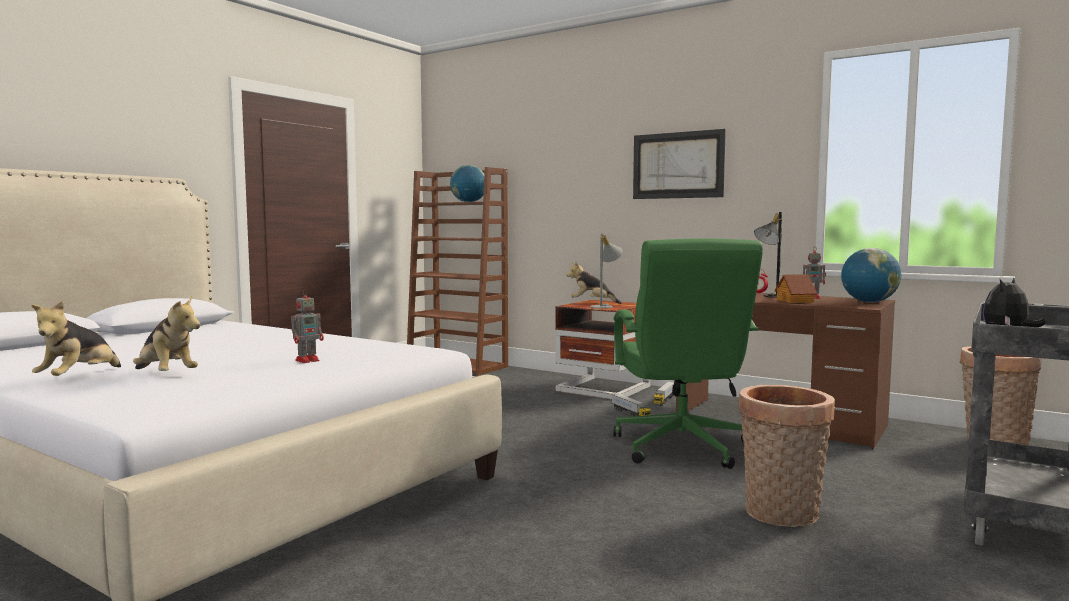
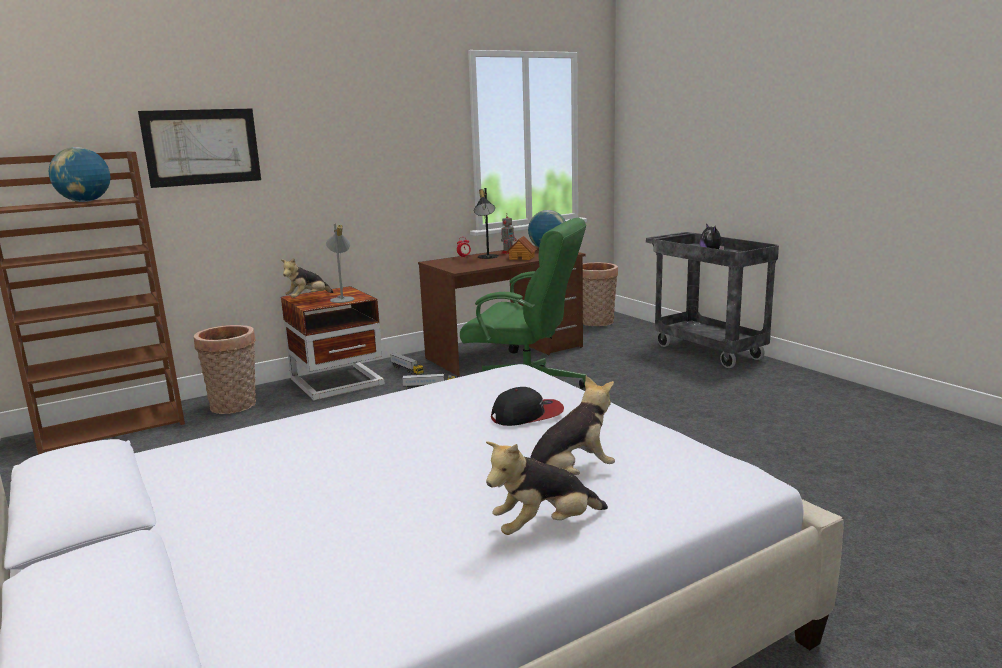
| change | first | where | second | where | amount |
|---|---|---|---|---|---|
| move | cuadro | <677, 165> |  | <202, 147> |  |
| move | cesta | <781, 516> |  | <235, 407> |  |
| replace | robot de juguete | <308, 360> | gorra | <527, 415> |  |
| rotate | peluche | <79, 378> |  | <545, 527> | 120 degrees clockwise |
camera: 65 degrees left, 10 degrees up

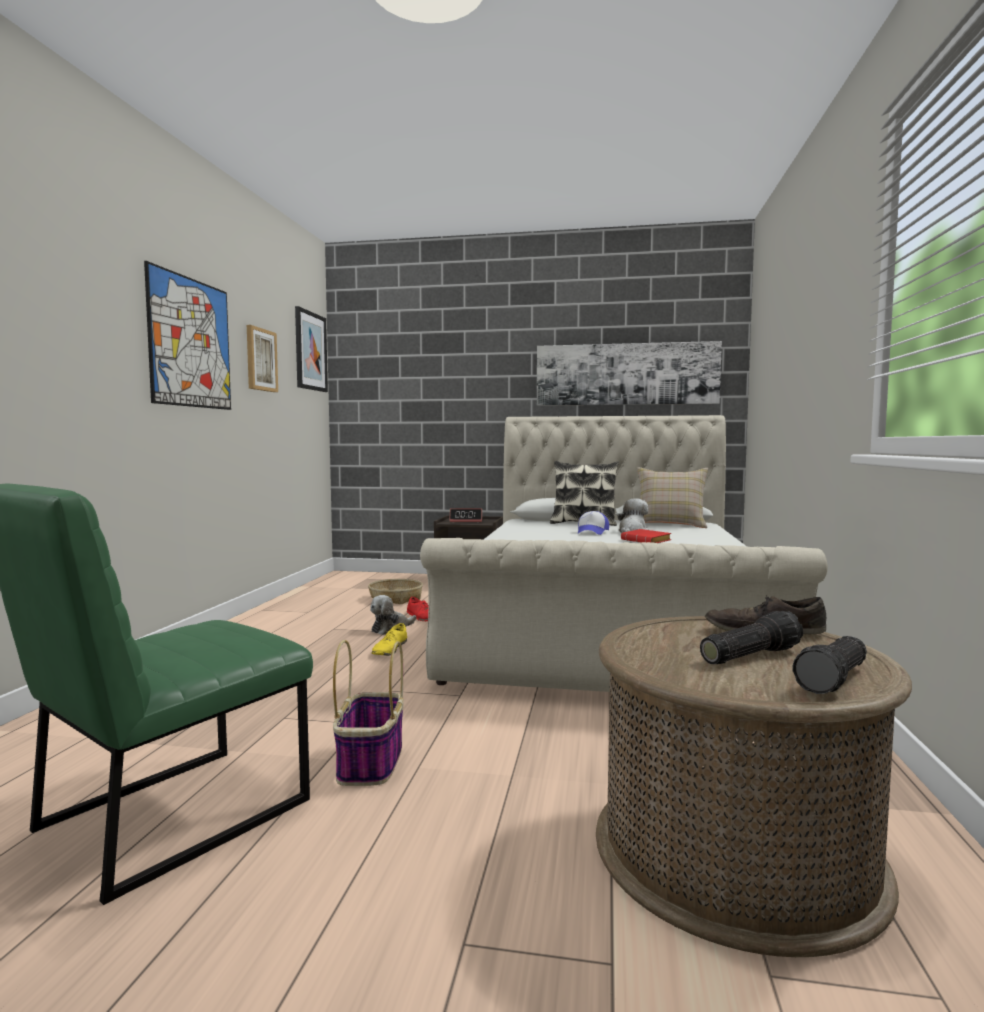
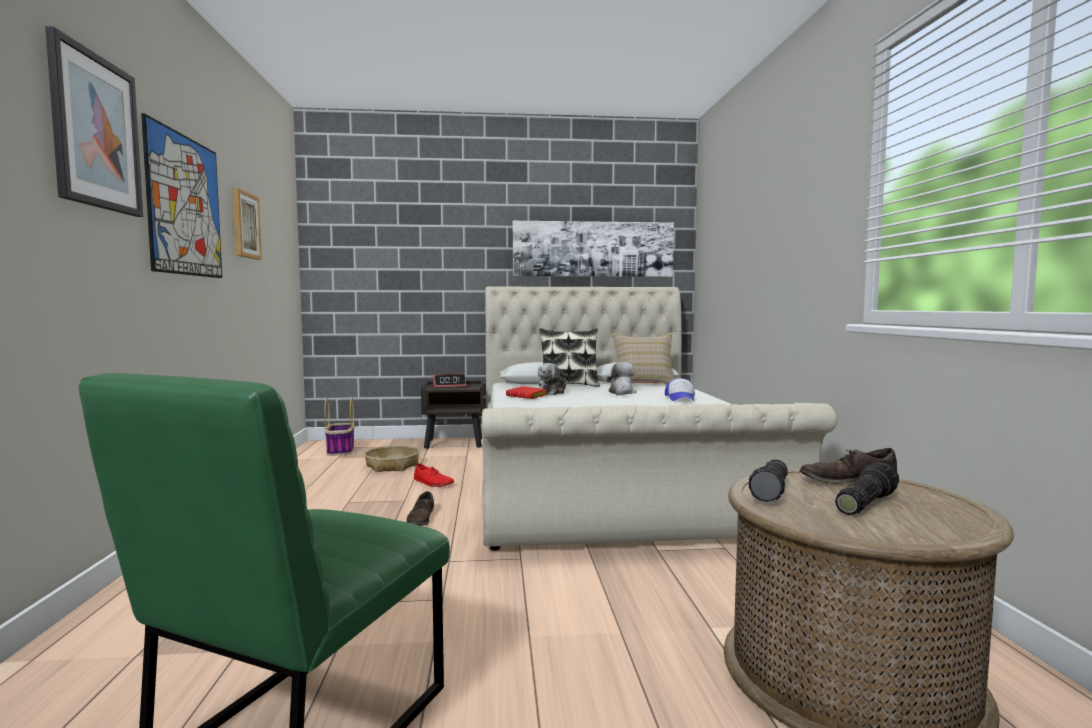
| change | first | where | second | where | amount |
|---|---|---|---|---|---|
| move | cuadro | <310, 351> |  | <95, 132> |  |
| move | cesta | <370, 763> |  | <340, 450> |  |
| move | peluche | <391, 629> |  | <553, 392> |  |
| move | gorra | <592, 532> |  | <681, 398> |  |
| move | libro (rojo) | <647, 541> |  | <528, 396> |  |
| move | linterna | <835, 680> |  | <772, 491> |  |
| recolor | zapato (amarillo) | <390, 649> | zapato (marrón) | <421, 519> |  |
camera: 15 degrees left, 0 degrees up

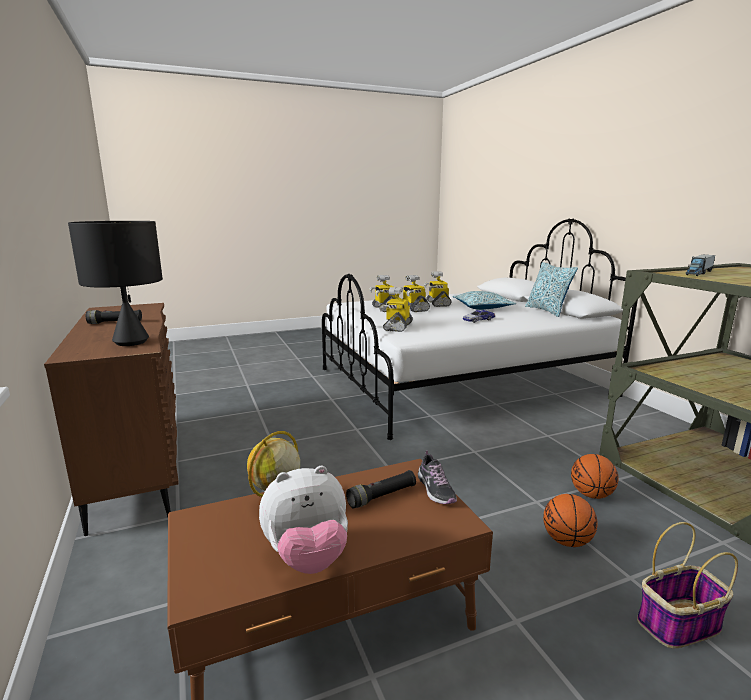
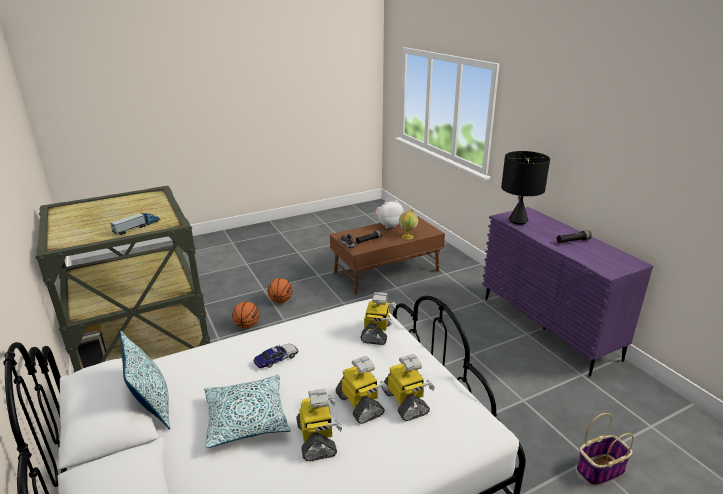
| change | first | where | second | where | amount |
|---|---|---|---|---|---|
| move | cesta | <678, 625> |  | <600, 469> |  |
| recolor | cómoda (marrón) | <139, 466> | cómoda (morado) | <547, 328> |  |
camera: 175 degrees right, 10 degrees up

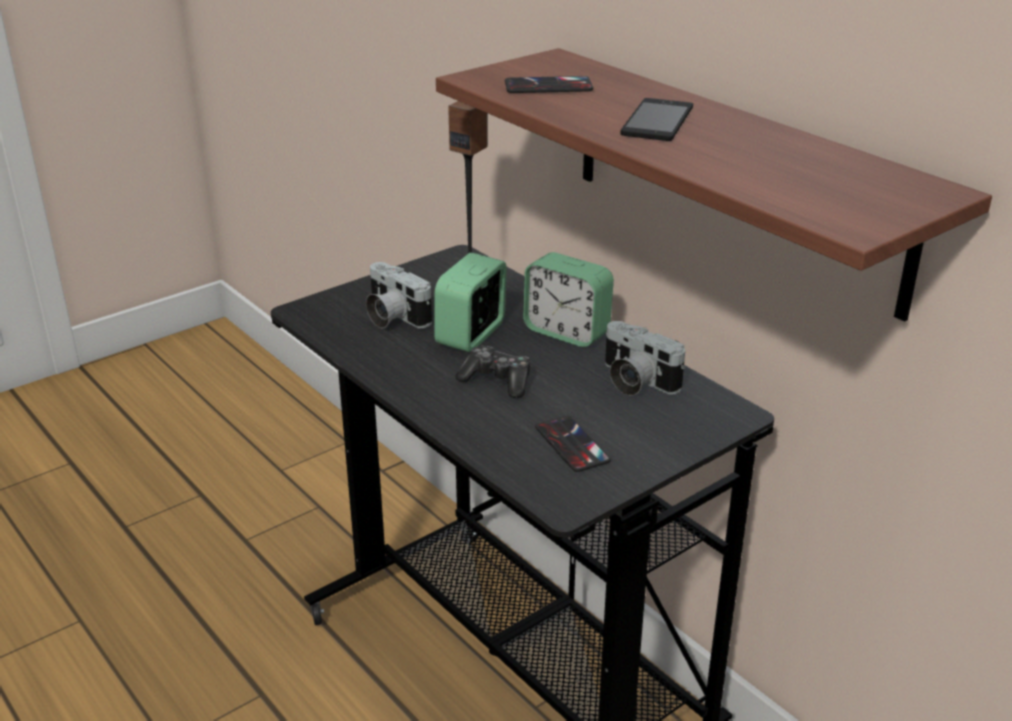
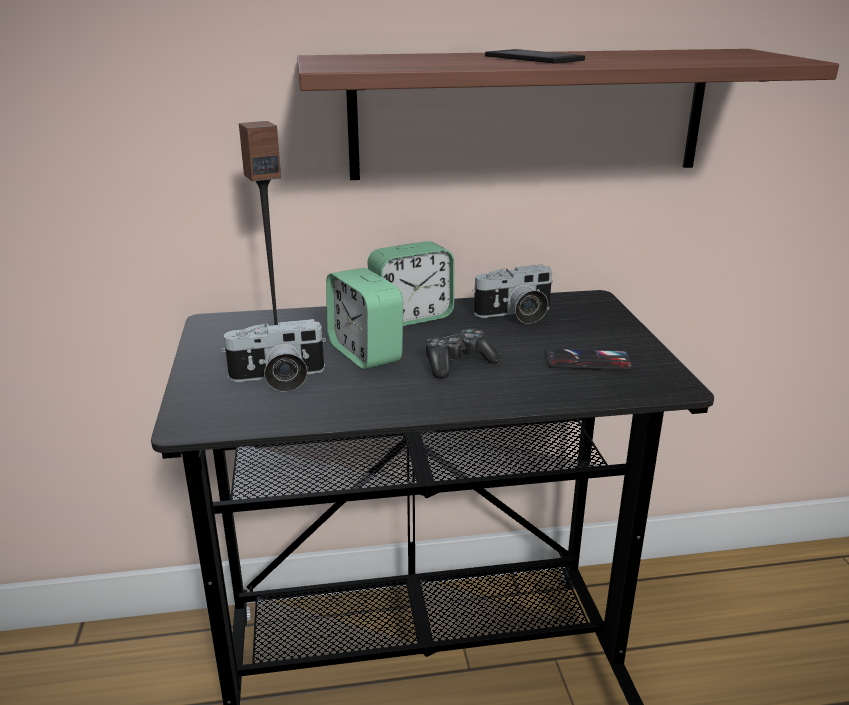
| change | first | where | second | where | amount |
|---|---|---|---|---|---|
| delete | móvil | <548, 86> |  |  |  |
camera: 60 degrees left, 5 degrees down

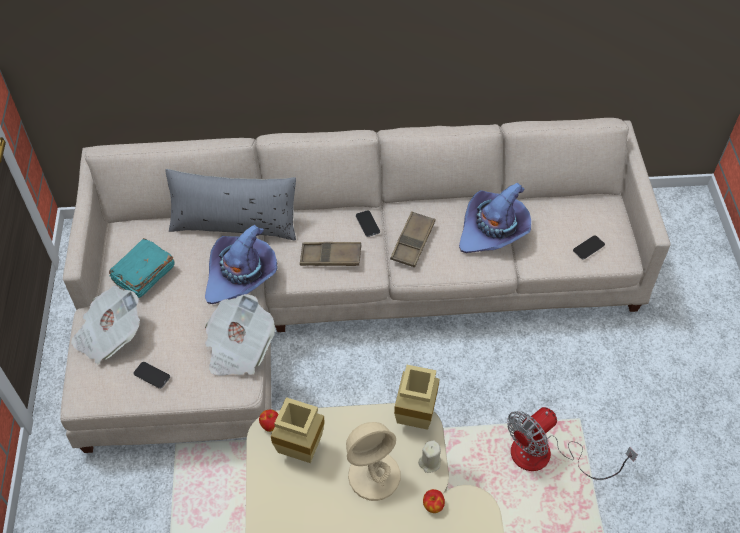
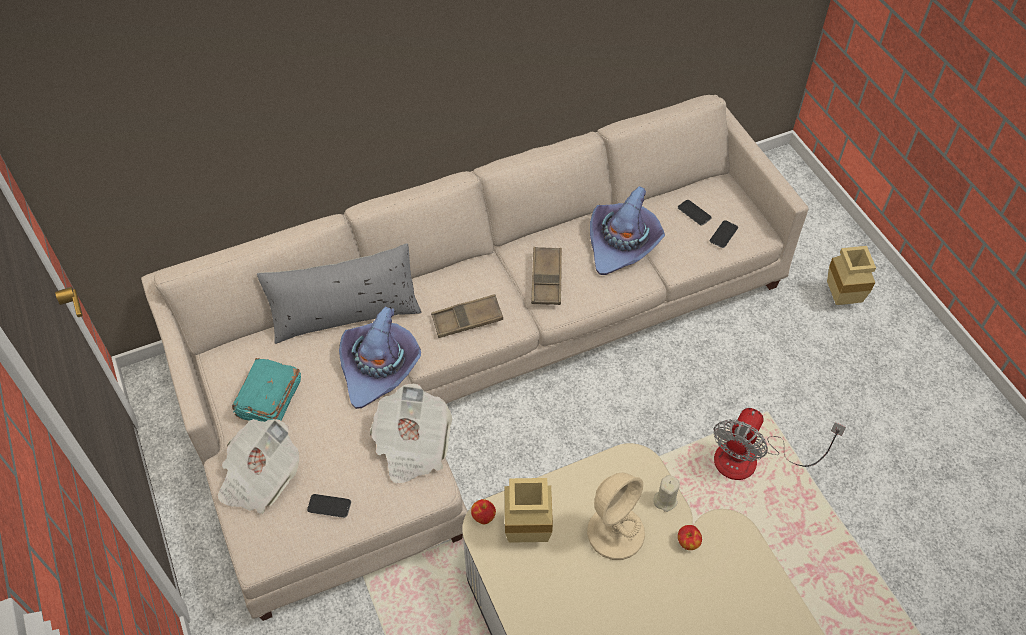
| change | first | where | second | where | amount |
|---|---|---|---|---|---|
| move | móvil | <367, 224> |  | <694, 213> |  |
| move | florero (beis) | <416, 420> |  | <843, 300> |  |
camera: 20 degrees left, 0 degrees up

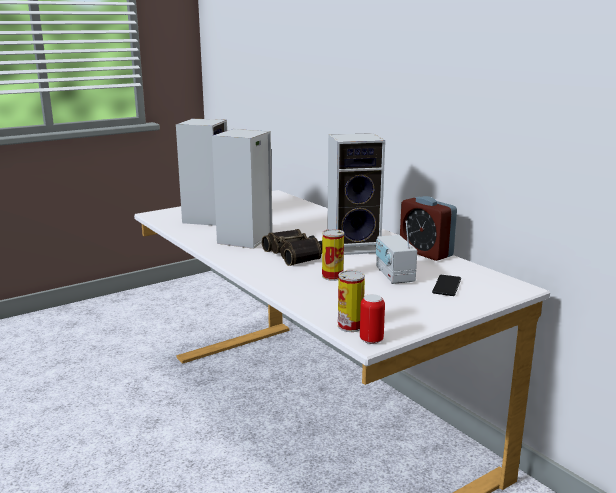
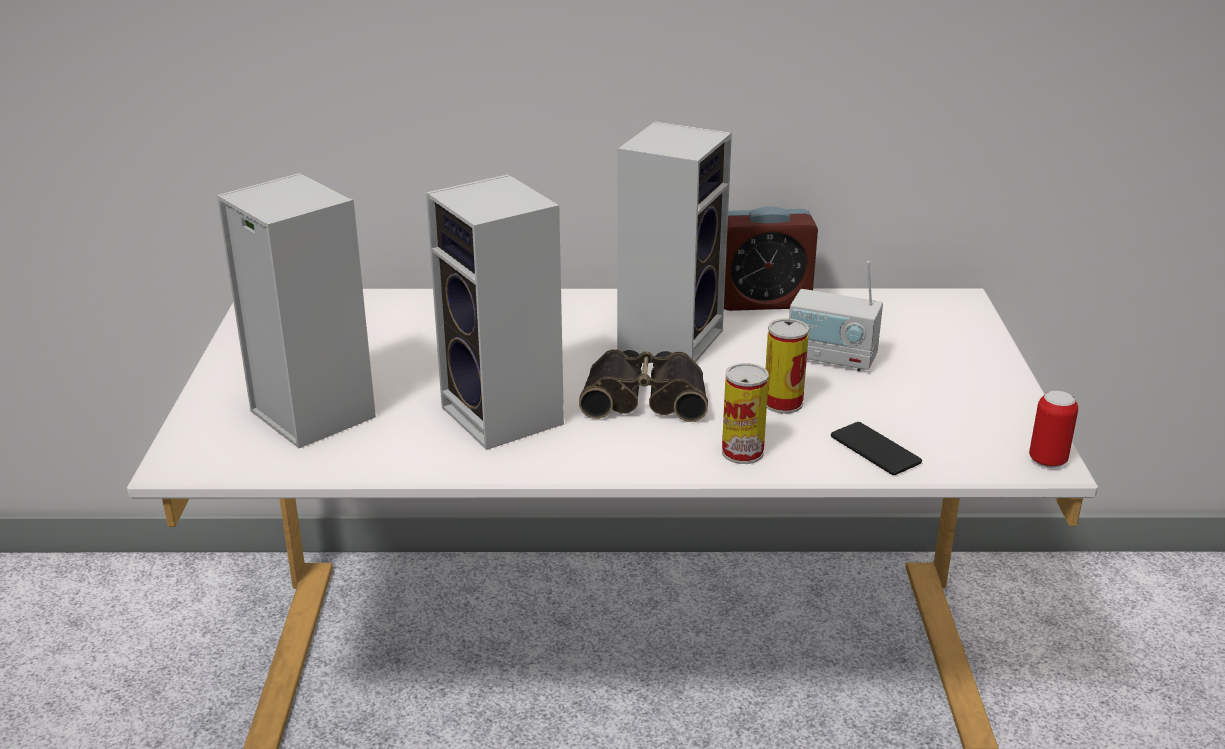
| change | first | where | second | where | amount |
|---|---|---|---|---|---|
| move | lata | <350, 326> |  | <742, 452> |  |
| move | móvil | <446, 286> |  | <875, 450> |  |
camera: 55 degrees left, 10 degrees up

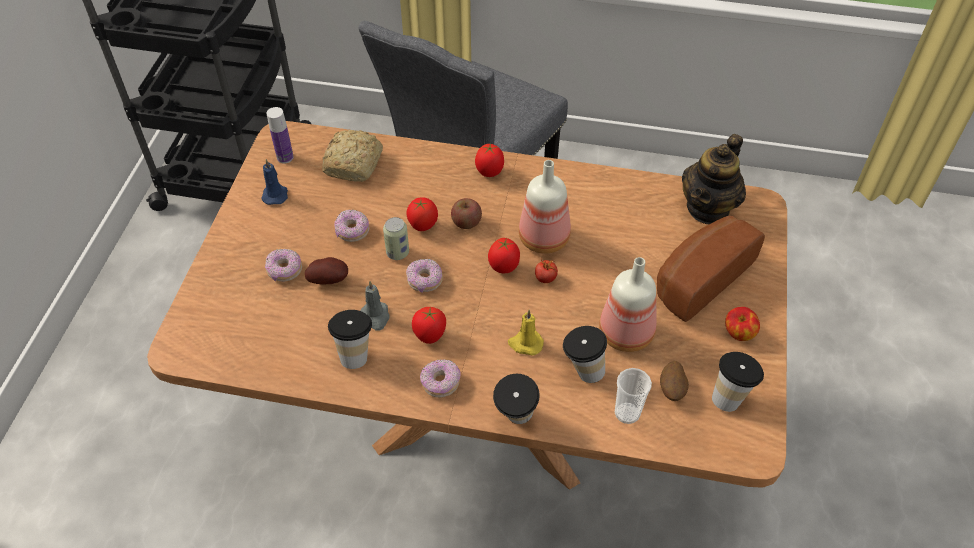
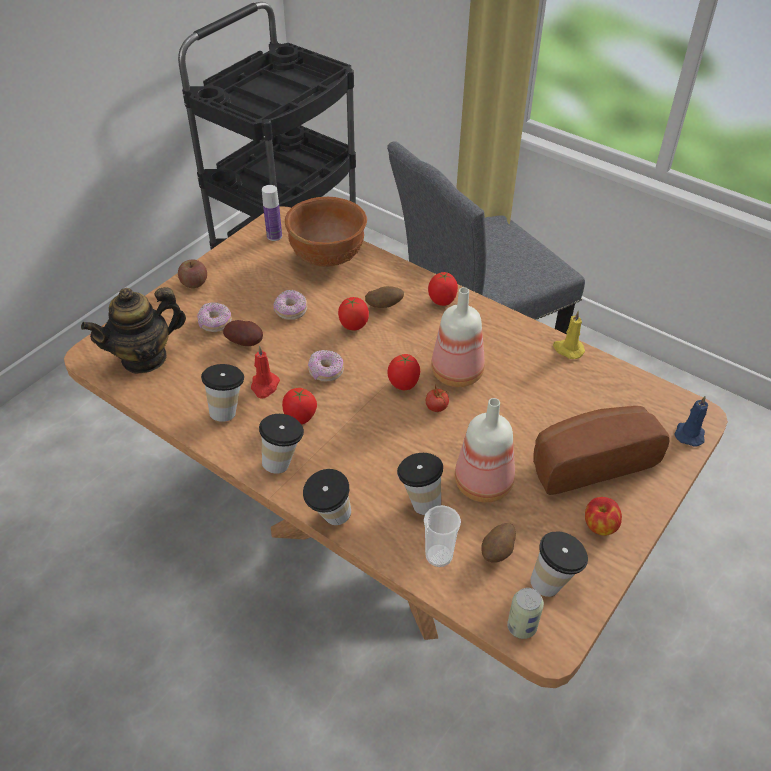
| change | first | where | second | where | amount |
|---|---|---|---|---|---|
| insert |  |  | patata | <384, 305> |  |
| move | vela (azul) | <275, 194> |  | <689, 433> |  |
| move | lata | <397, 253> |  | <521, 627> |  |
| move | manzana | <466, 222> |  | <194, 283> |  |
| move | vela (amarillo) | <525, 344> |  | <568, 349> |  |
| move | tetera | <708, 208> |  | <144, 357> |  |
| replace | pan | <354, 163> | cuenco (marrón) | <328, 258> |  |
| replace | rosquilla | <440, 383> | taza | <284, 461> |  |
| recolor | vela (gris) | <375, 317> | vela (rojo) | <264, 386> |  |
camera: 25 degrees right, 5 degrees down

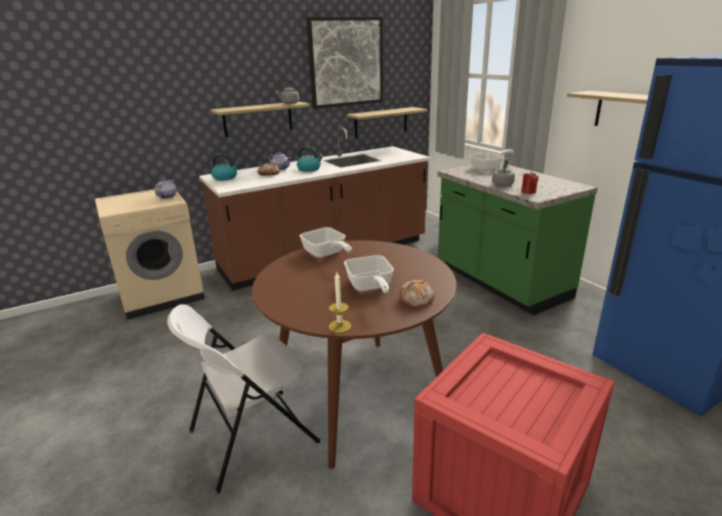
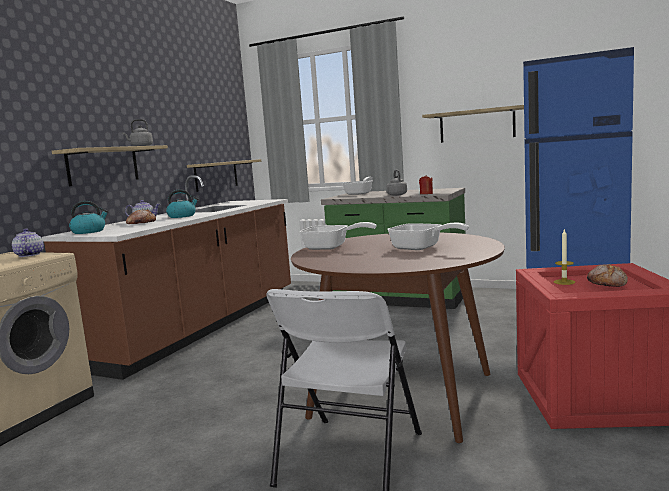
| change | first | where | second | where | amount |
|---|---|---|---|---|---|
| delete | cuadro | <346, 62> |  |  |  |
| move | vela | <339, 326> |  | <564, 282> |  |
| move | pan | <417, 299> |  | <607, 283> |  |
camera: 35 degrees left, 15 degrees down

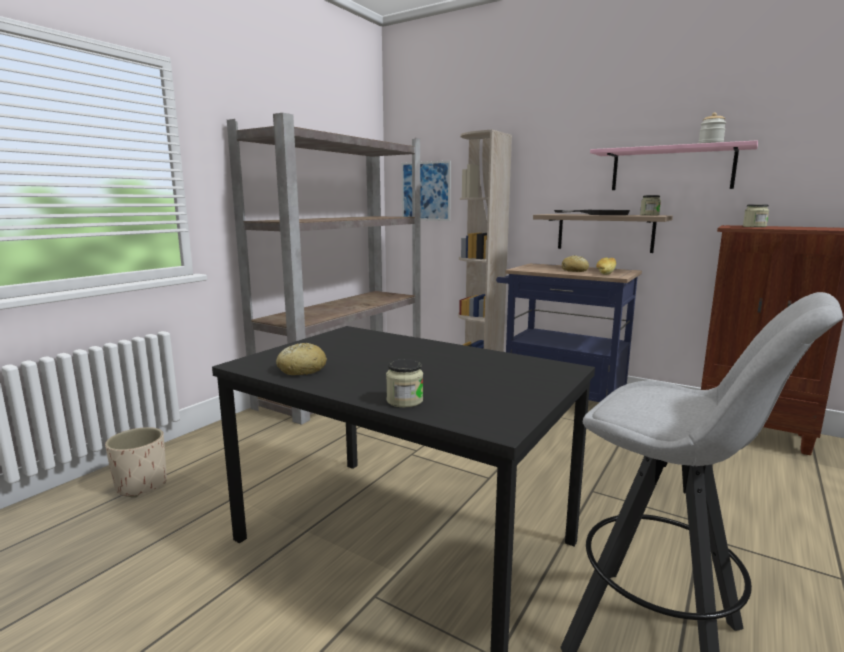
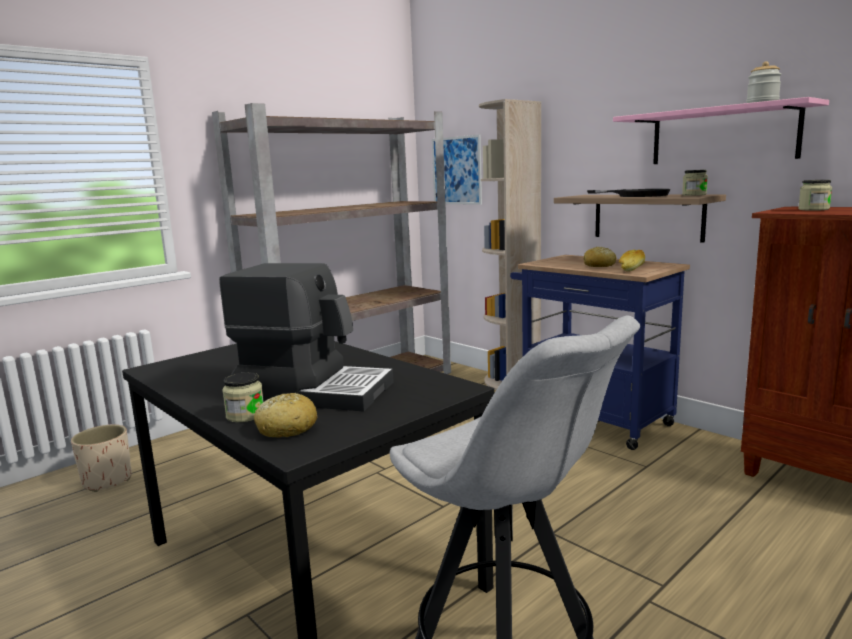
| change | first | where | second | where | amount |
|---|---|---|---|---|---|
| insert |  |  | cafetera | <315, 391> |  |
| move | pan | <301, 369> |  | <286, 428> |  |
camera: 15 degrees right, 0 degrees up

